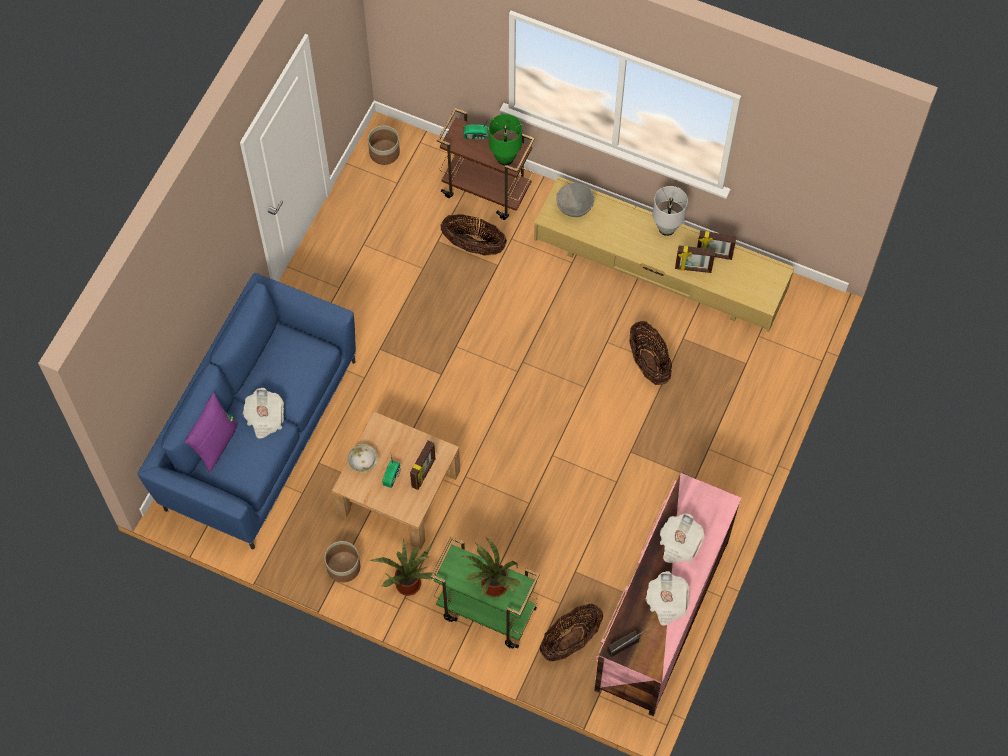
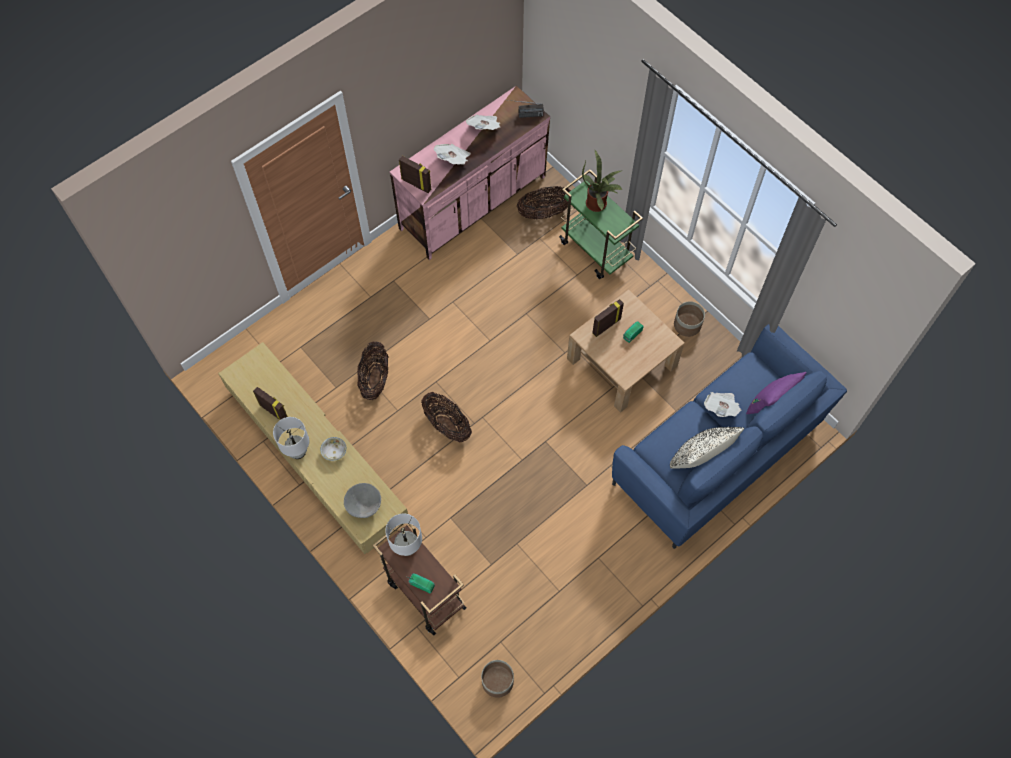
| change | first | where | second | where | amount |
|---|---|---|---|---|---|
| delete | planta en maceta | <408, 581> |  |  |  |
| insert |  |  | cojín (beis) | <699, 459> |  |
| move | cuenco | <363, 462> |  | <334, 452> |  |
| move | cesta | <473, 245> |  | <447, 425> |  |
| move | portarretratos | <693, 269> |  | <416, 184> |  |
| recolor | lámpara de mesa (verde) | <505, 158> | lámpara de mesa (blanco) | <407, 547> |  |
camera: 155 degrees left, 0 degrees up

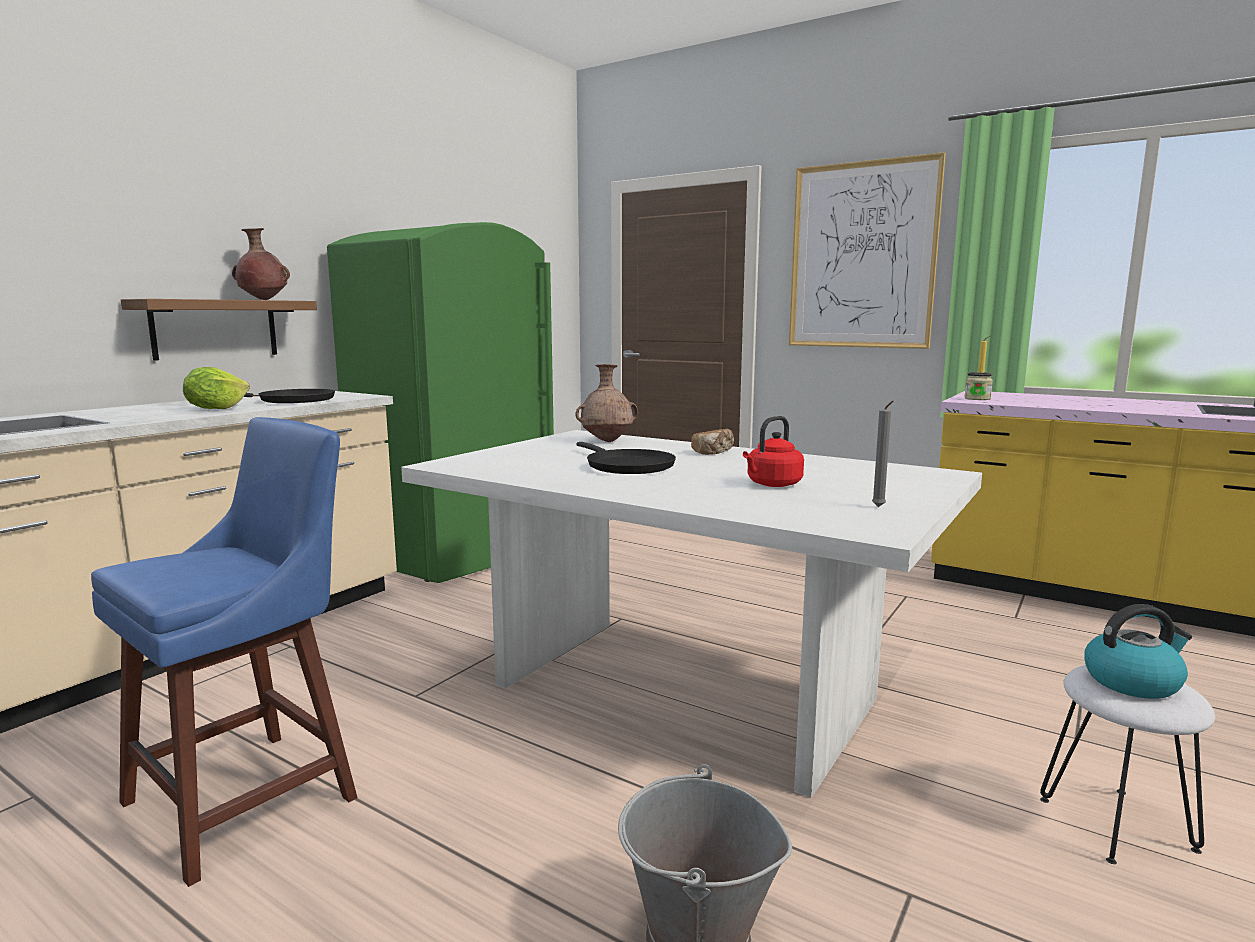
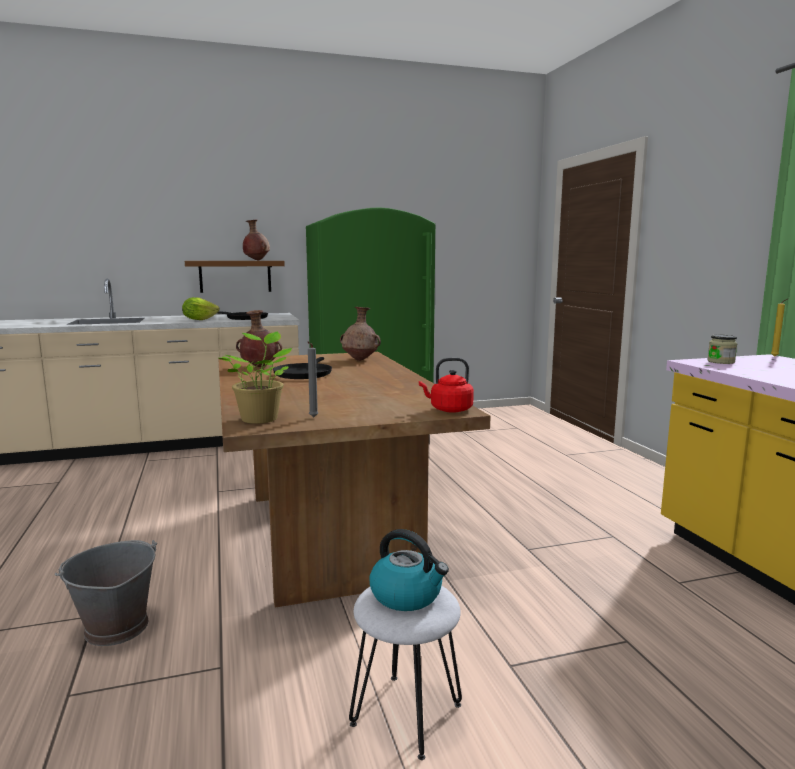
| change | first | where | second | where | amount |
|---|---|---|---|---|---|
| delete | silla (azul) | <252, 794> |  |  |  |
| delete | pan | <714, 452> |  |  |  |
| delete | cuadro | <862, 256> |  |  |  |
| insert |  |  | planta en maceta | <260, 418> |  |
| insert |  |  | florero (marrón) | <259, 367> |  |
| move | hervidor (rojo) | <772, 484> |  | <449, 410> |  |
| recolor | mesa de comedor (blanco) | <680, 692> | mesa de comedor (marrón) | <327, 534> |  |
camera: 40 degrees right, 0 degrees up

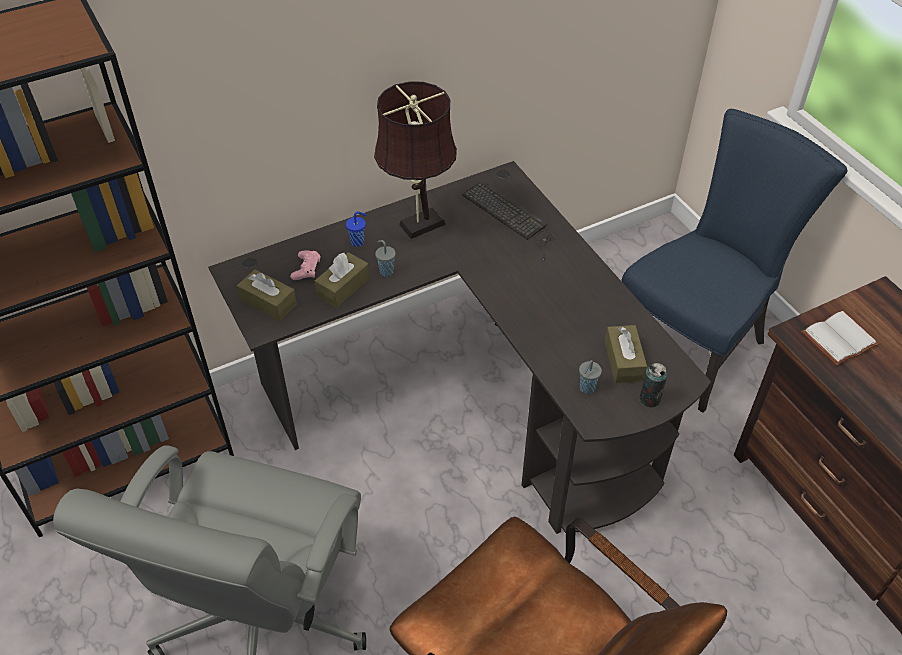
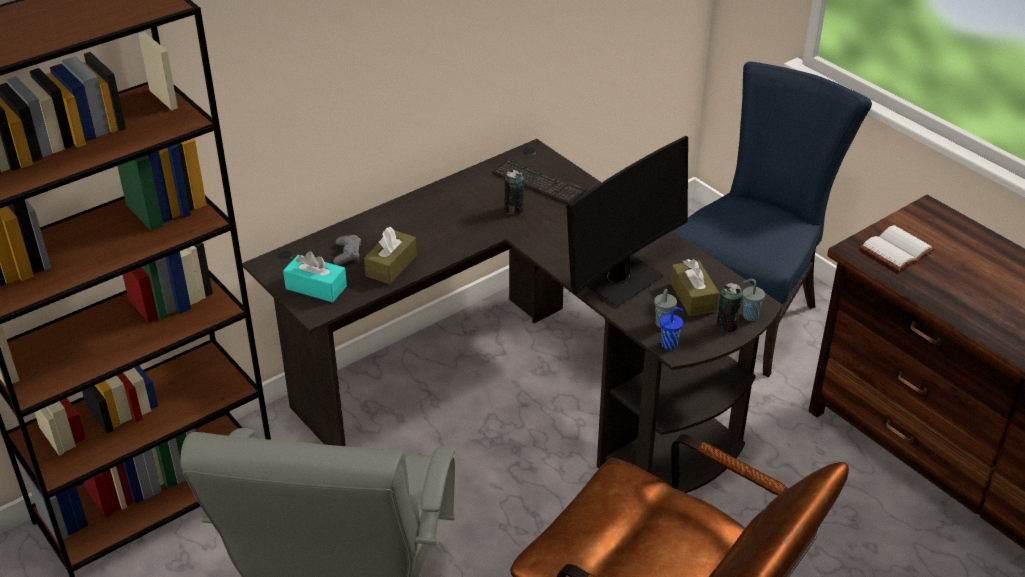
| change | first | where | second | where | amount |
|---|---|---|---|---|---|
| delete | lámpara de mesa (marrón) | <418, 226> |  |  |  |
| insert |  |  | lata | <514, 210> |  |
| insert |  |  | monitor | <620, 279> |  |
| move | taza (azul) | <358, 242> |  | <670, 344> |  |
| move | taza (gris) | <386, 271> |  | <749, 315> |  |
| recolor | caja de pañuelos (marrón) | <268, 302> | caja de pañuelos (turquesa) | <316, 287> |  |
| recolor | mando de consola (rosa) | <306, 269> | mando de consola (gris) | <347, 254> |  |
camera: 10 degrees left, 10 degrees down

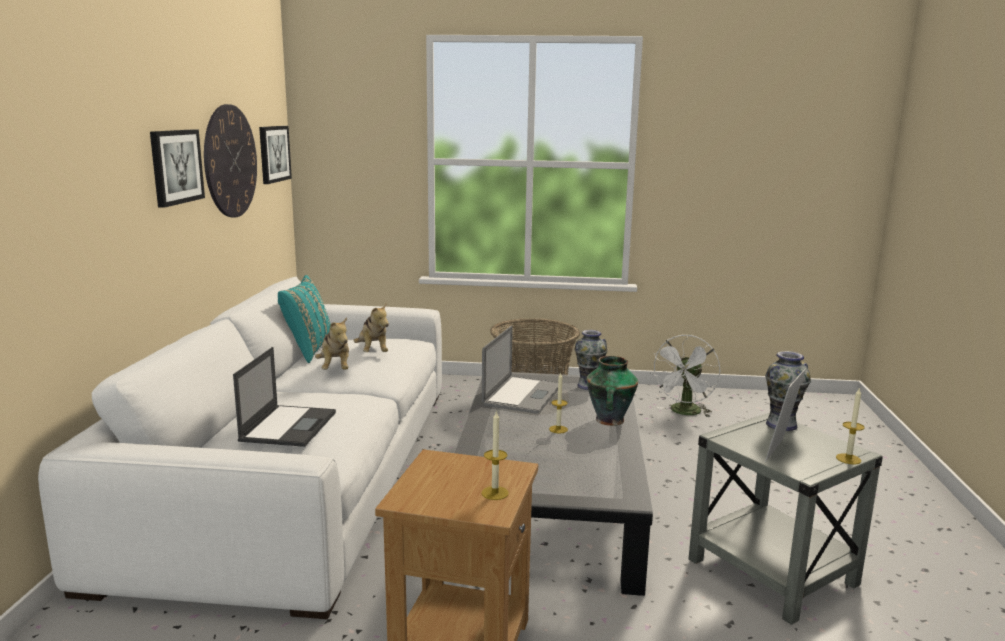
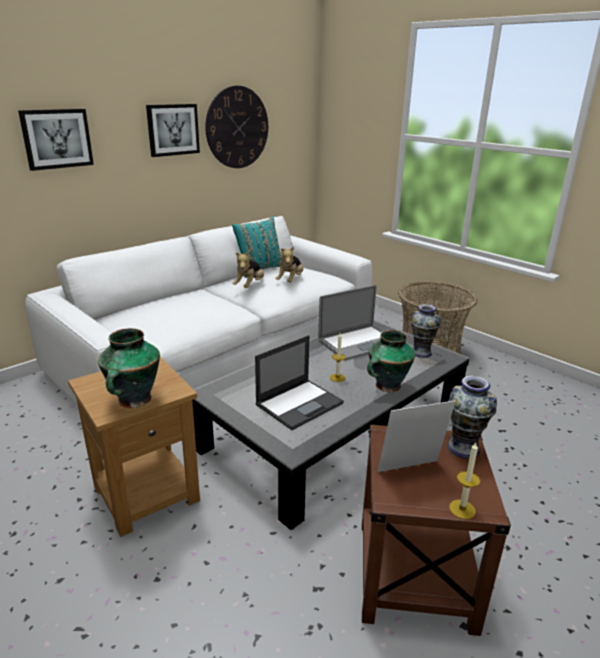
| change | first | where | second | where | amount |
|---|---|---|---|---|---|
| delete | ventilador (blanco) | <684, 413> |  |  |  |
| move | portátil | <289, 426> |  | <300, 403> |  |
| move | cuadro | <273, 154> |  | <57, 138> |  |
| replace | vela | <495, 493> | florero | <134, 400> |  |
| recolor | mesa auxiliar (gris) | <773, 573> | mesa auxiliar (marrón) | <414, 575> |  |
camera: 40 degrees right, 10 degrees up

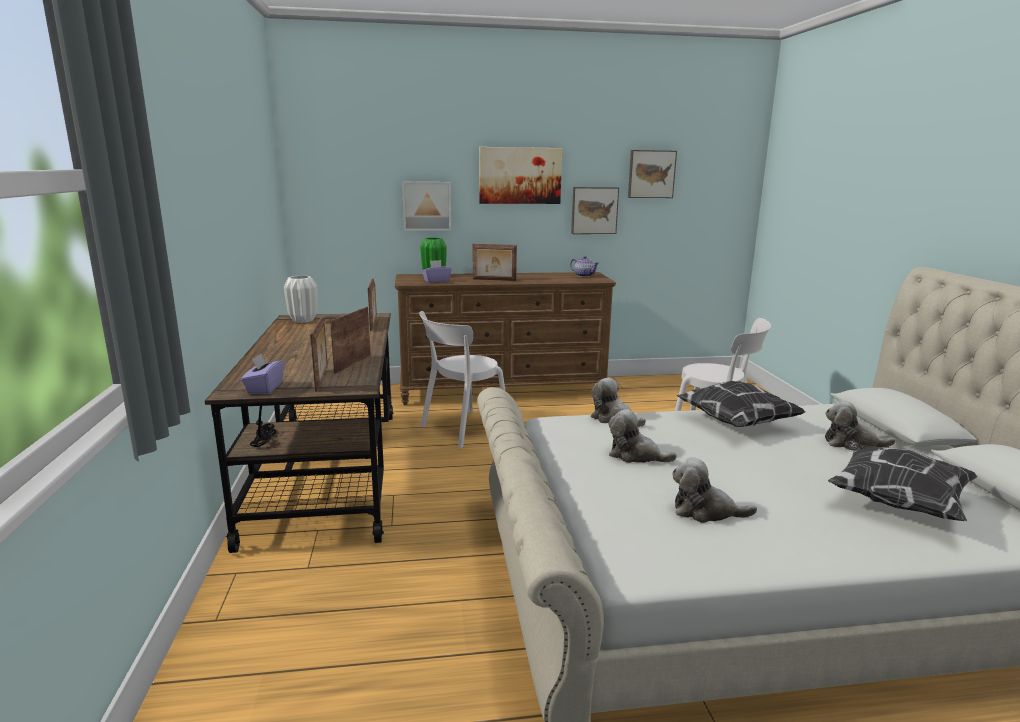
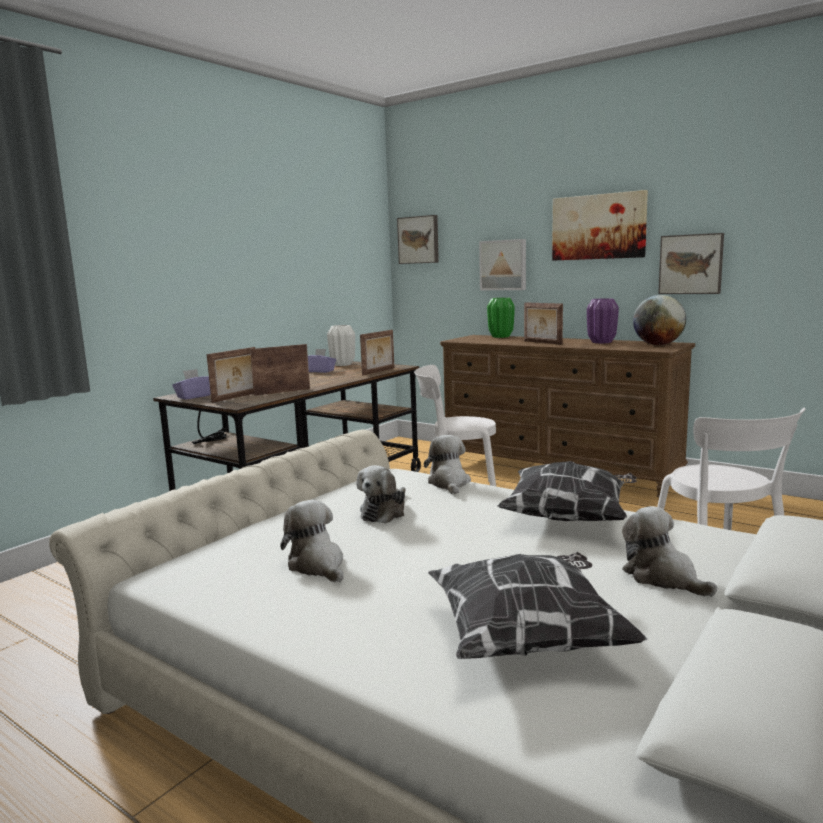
| change | first | where | second | where | amount |
|---|---|---|---|---|---|
| insert |  |  | florero (morado) | <601, 342> |  |
| move | caja de pañuelos (morado) | <436, 281> |  | <320, 371> |  |
| move | cuadro | <651, 174> |  | <419, 240> |  |
| replace | tetera | <584, 275> | globo terráqueo | <658, 344> |  |
| rotate | peluche | <635, 455> |  | <384, 512> | 135 degrees counterclockwise |
camera: 45 degrees right, 5 degrees down

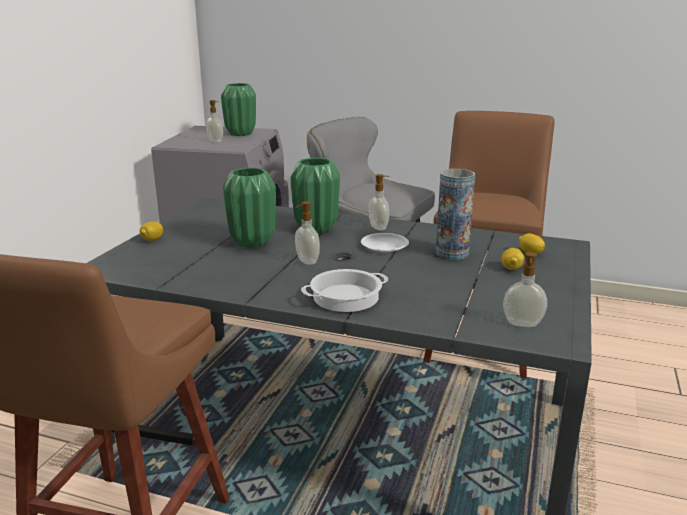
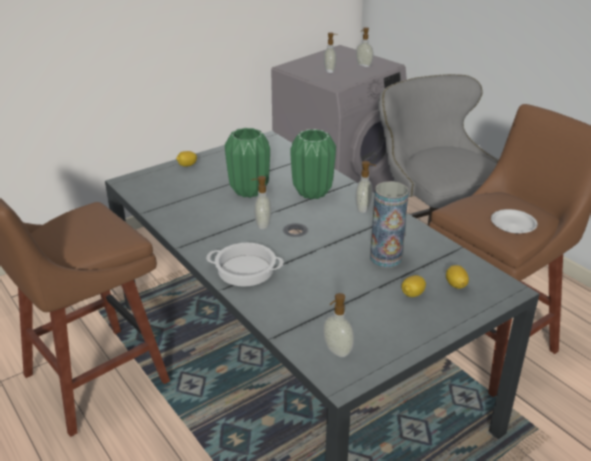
| change | first | where | second | where | amount |
|---|---|---|---|---|---|
| move | plato (blanco) | <384, 246> |  | <512, 224> |  |
| replace | florero (verde) | <241, 134> | dispensador de jabón | <363, 65> |  |
camera: 35 degrees right, 10 degrees up

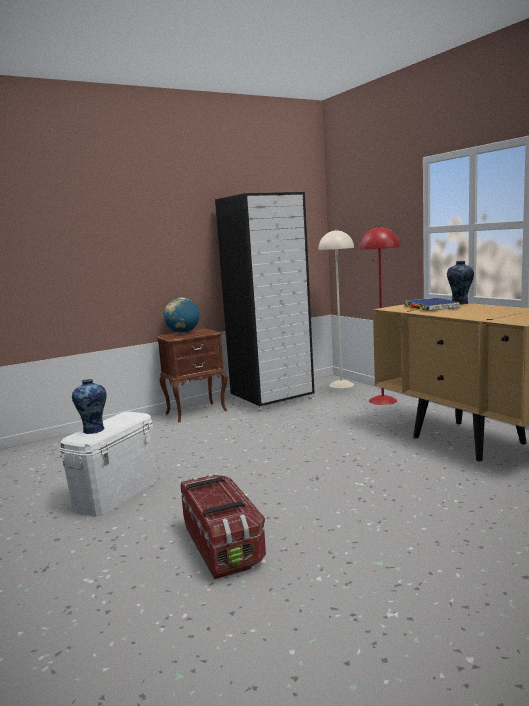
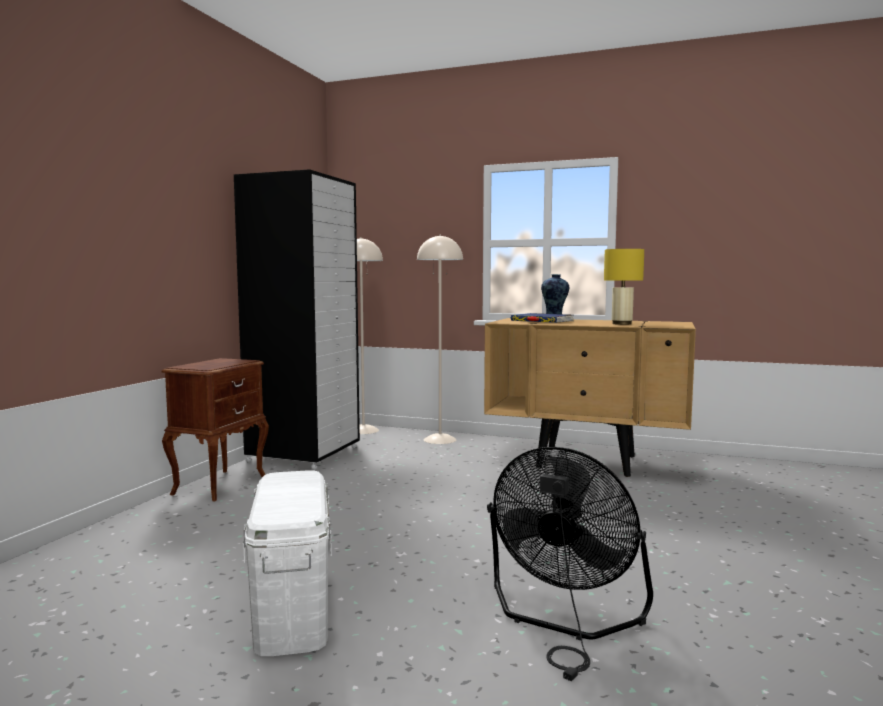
| change | first | where | second | where | amount |
|---|---|---|---|---|---|
| delete | florero | <94, 430> |  |  |  |
| delete | globo terráqueo | <183, 332> |  |  |  |
| insert |  |  | lámpara de mesa (amarillo) | <622, 324> |  |
| replace | caja de almacenaje | <222, 545> | ventilador (negro) | <561, 620> |  |
| recolor | lámpara de pie (rojo) | <383, 400> | lámpara de pie (beis) | <440, 439> |  |
camera: 40 degrees left, 5 degrees down

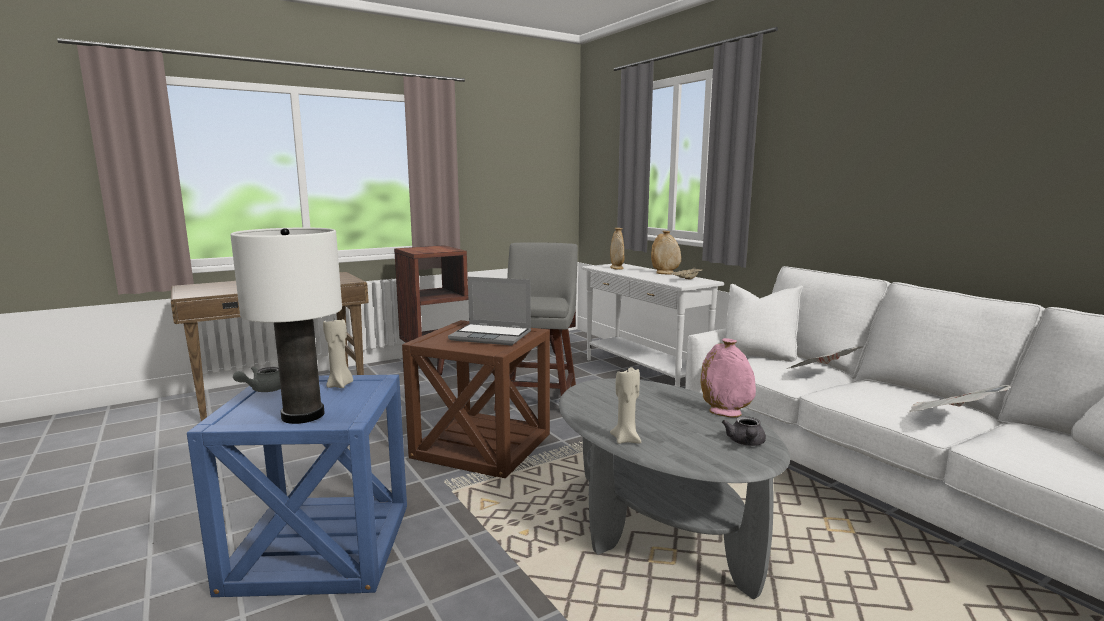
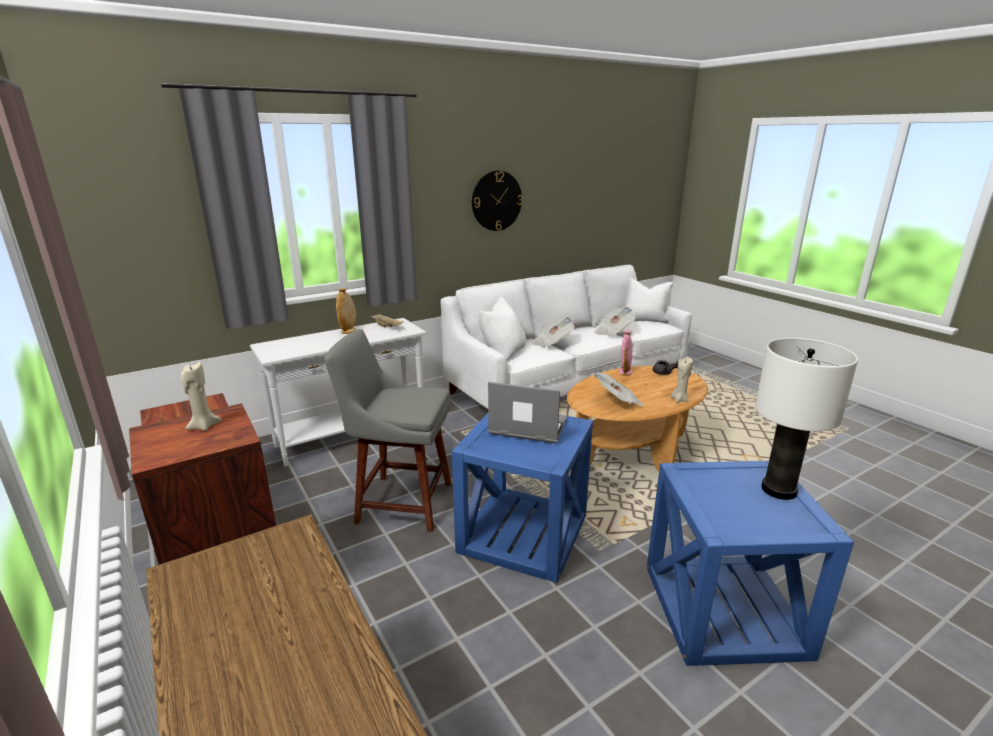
| change | first | where | second | where | amount |
|---|---|---|---|---|---|
| delete | tetera (gris) | <264, 390> |  |  |  |
| delete | florero (beis) | <616, 268> |  |  |  |
| insert |  |  | reloj de pared | <496, 201> |  |
| insert |  |  | periódico | <617, 402> |  |
| move | vela (beis) | <340, 385> |  | <203, 426> |  |
| recolor | mesa auxiliar (marrón) | <482, 445> | mesa auxiliar (azul) | <523, 533> |  |
| recolor | mesa de centro (gris) | <657, 529> | mesa de centro (marrón) | <631, 454> |  |
| rotate | portátil | <492, 336> |  | <526, 427> | 90 degrees counterclockwise |
camera: 90 degrees left, 10 degrees up

